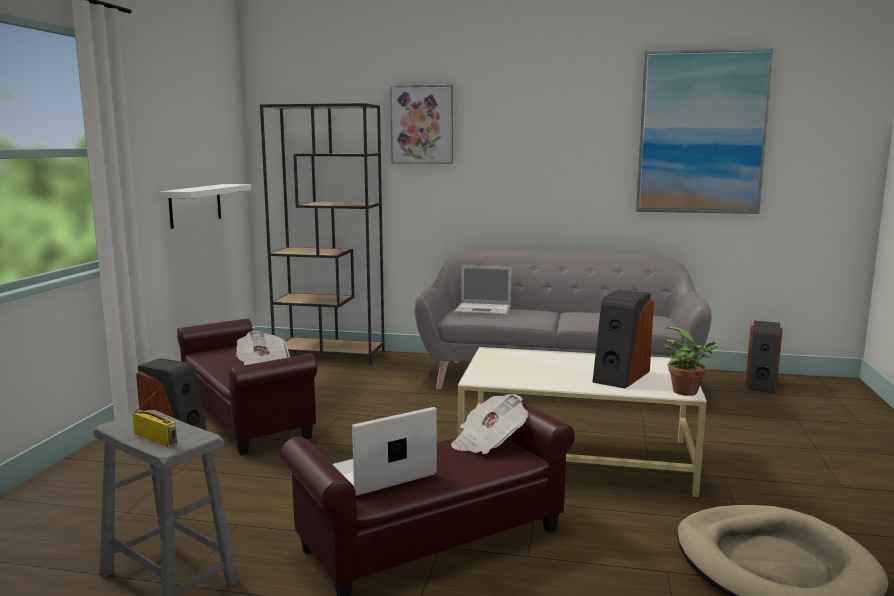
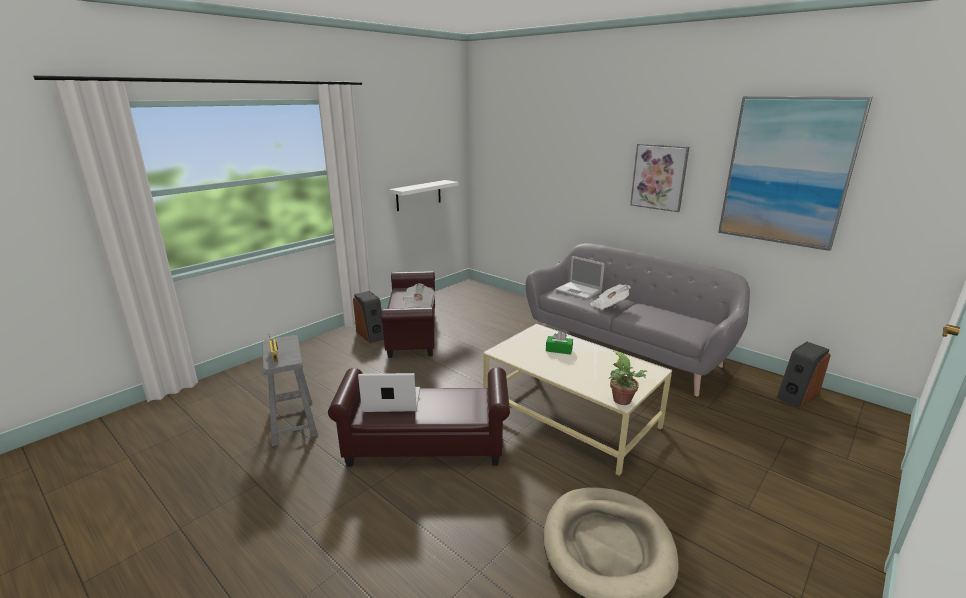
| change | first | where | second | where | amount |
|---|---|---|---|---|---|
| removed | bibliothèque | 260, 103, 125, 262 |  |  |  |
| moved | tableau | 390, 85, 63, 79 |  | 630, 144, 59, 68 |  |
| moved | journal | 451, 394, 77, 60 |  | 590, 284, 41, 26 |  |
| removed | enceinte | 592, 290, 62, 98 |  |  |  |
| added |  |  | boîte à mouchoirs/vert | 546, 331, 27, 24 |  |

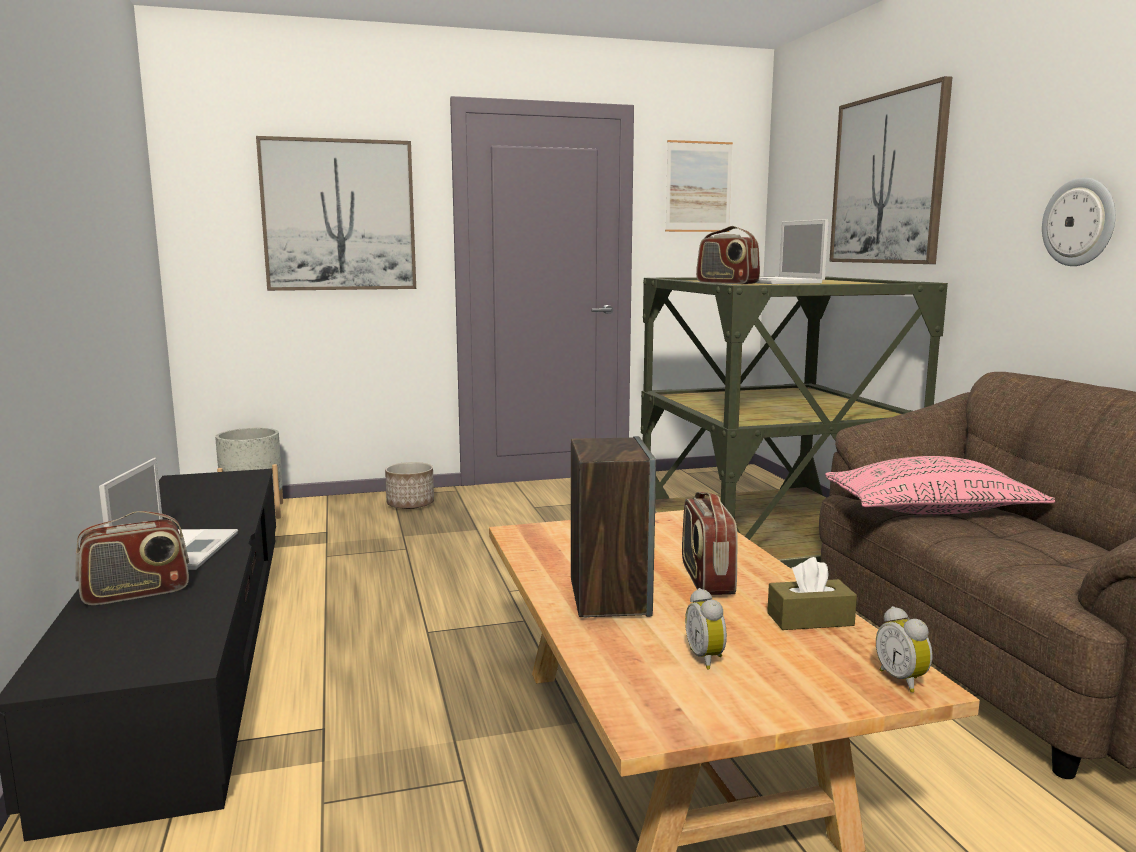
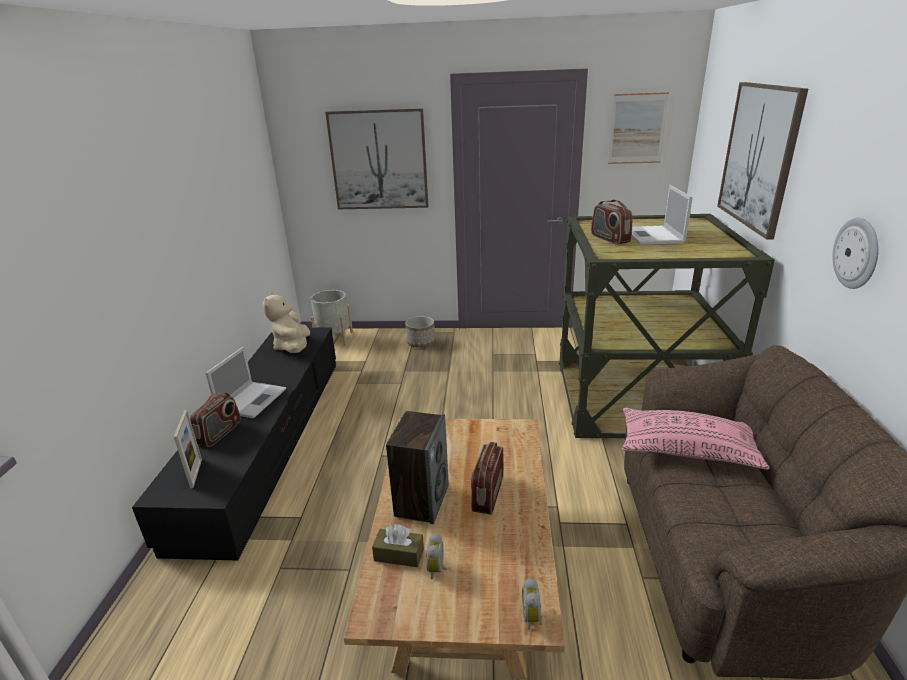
| change | first | where | second | where | amount |
|---|---|---|---|---|---|
| turned | radio | 76, 511, 113, 94 |  | 190, 392, 51, 55 | 60 degrees counterclockwise |
| moved | boîte à mouchoirs/marron | 767, 557, 90, 73 |  | 372, 525, 52, 42 |  |
| added |  |  | cadre photo | 174, 410, 28, 78 |  |
| added |  |  | peluche/beige | 263, 292, 47, 61 |  |

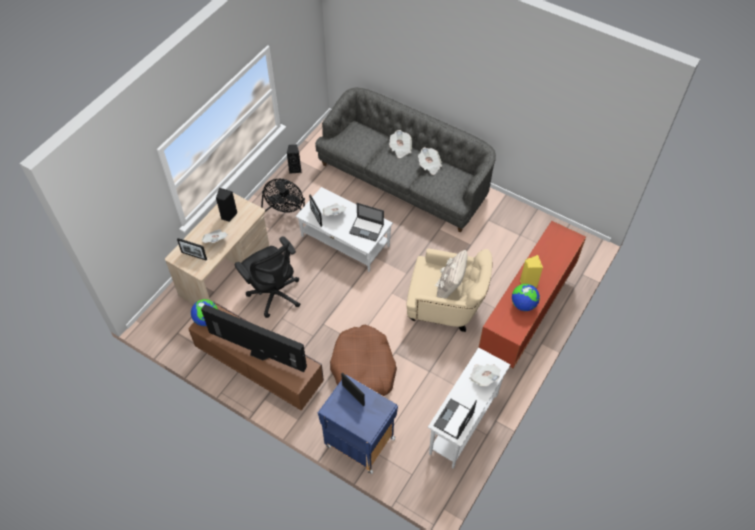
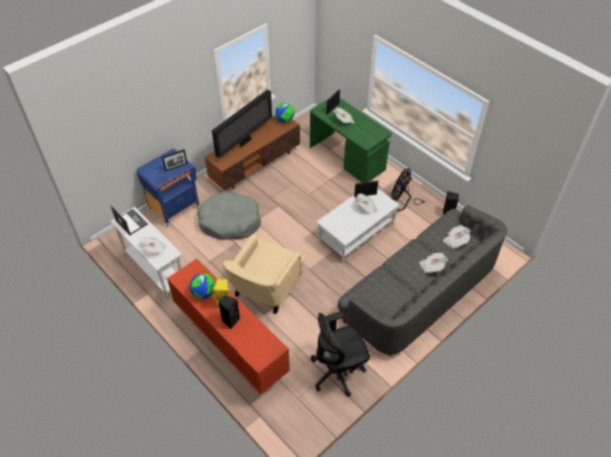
| change | first | where | second | where | amount |
|---|---|---|---|---|---|
| recoloured | bureau/beige | 165, 193, 104, 112 | bureau/vert | 310, 98, 82, 85 |  |
| moved | enceinte/noir | 216, 188, 21, 34 |  | 218, 295, 22, 34 |  |
| moved | chaise de bureau/noir | 235, 236, 65, 82 |  | 311, 312, 59, 85 |  |
| recoloured | panier pour chien/marron | 330, 325, 67, 71 | panier pour chien/gris | 197, 192, 64, 48 |  |
| removed | ordinateur portable | 349, 203, 35, 39 |  |  |  |
| moved | journal | 418, 147, 24, 28 |  | 443, 225, 27, 24 |  |
| removed | coussin/beige | 435, 250, 33, 49 |  |  |  |

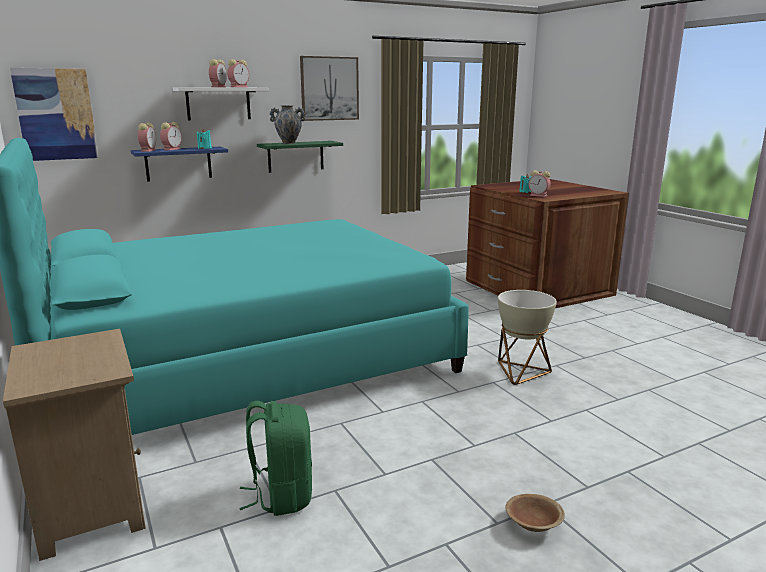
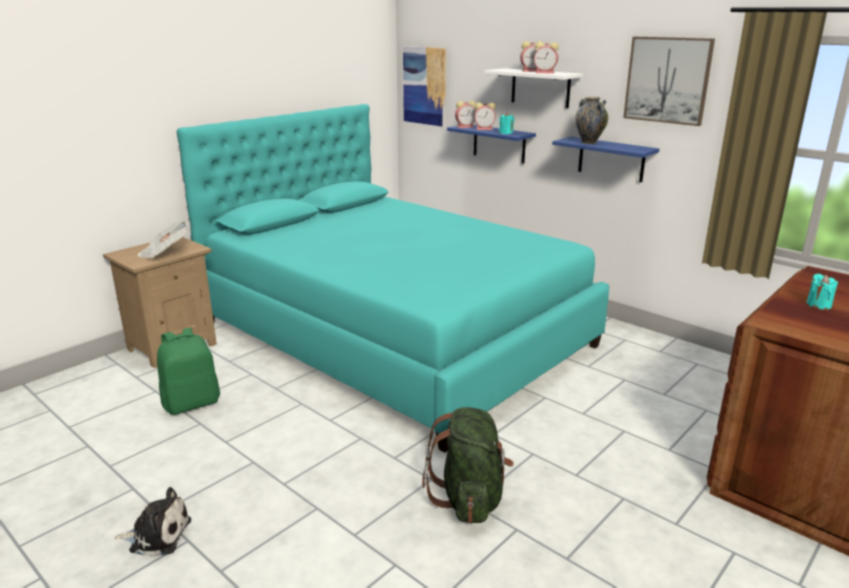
| change | first | where | second | where | amount |
|---|---|---|---|---|---|
| recoloured | étagère/vert | 257, 141, 86, 32 | étagère/bleu | 552, 137, 108, 45 |  |
| replaced | cache-pot | 498, 290, 59, 95 | sac à dos/vert | 422, 407, 92, 117 |  |
| replaced | bol/marron | 505, 494, 60, 38 | peluche | 114, 487, 77, 70 |  |
| removed | réveil | 529, 170, 22, 27 |  |  |  |
| added |  |  | journal | 137, 221, 51, 38 |  |

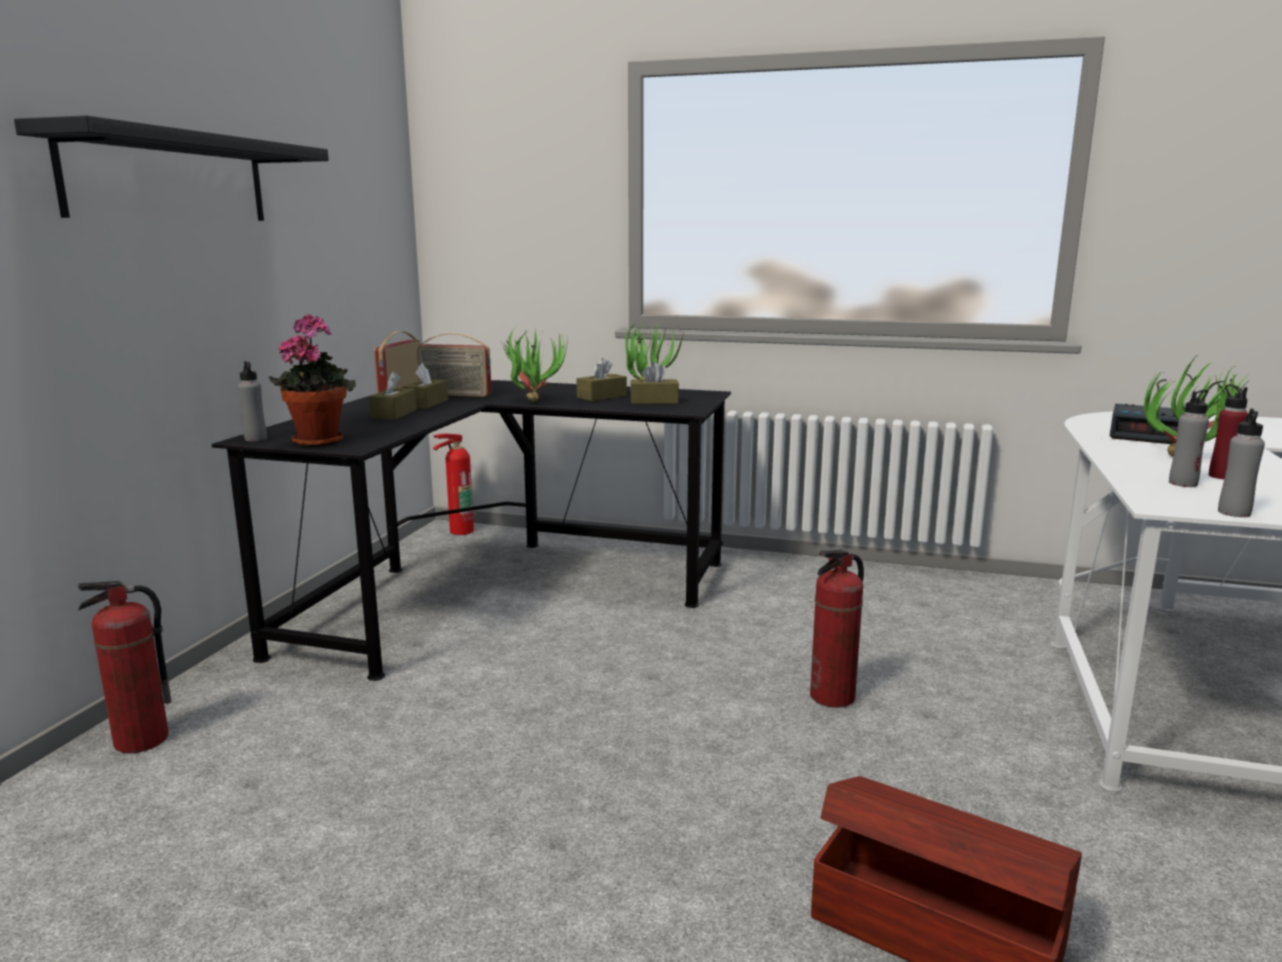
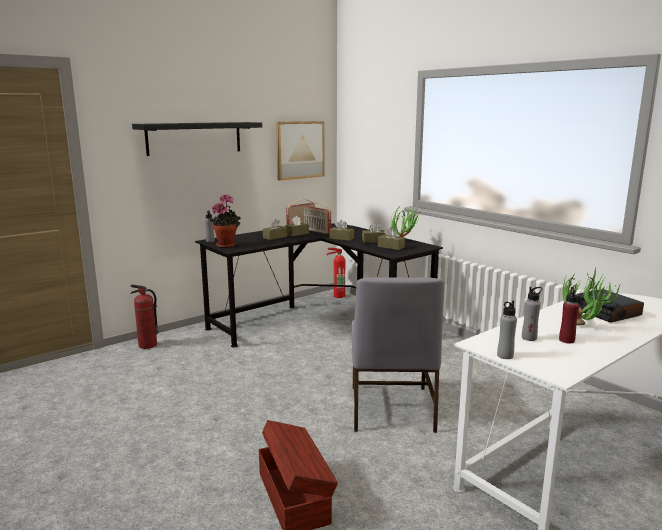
| change | first | where | second | where | amount |
|---|---|---|---|---|---|
| replaced | plante en pot | 501, 326, 67, 76 | boîte à mouchoirs/marron | 329, 220, 25, 21 |  |
| replaced | extincteur | 810, 550, 54, 158 | chaise/gris | 352, 277, 93, 156 |  |
| added |  |  | tableau | 276, 121, 49, 59 |  |

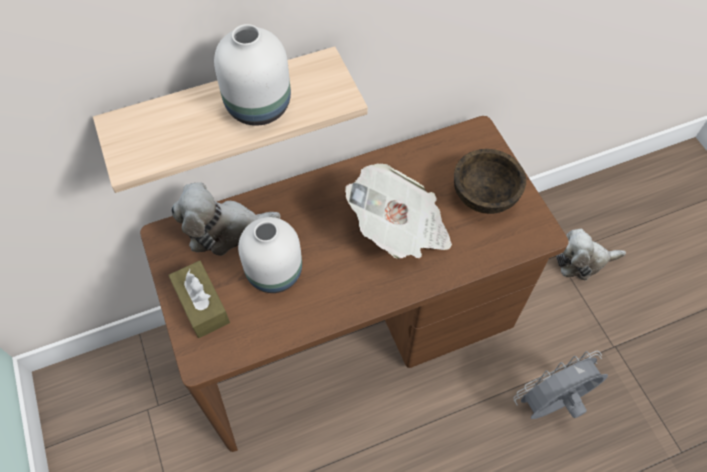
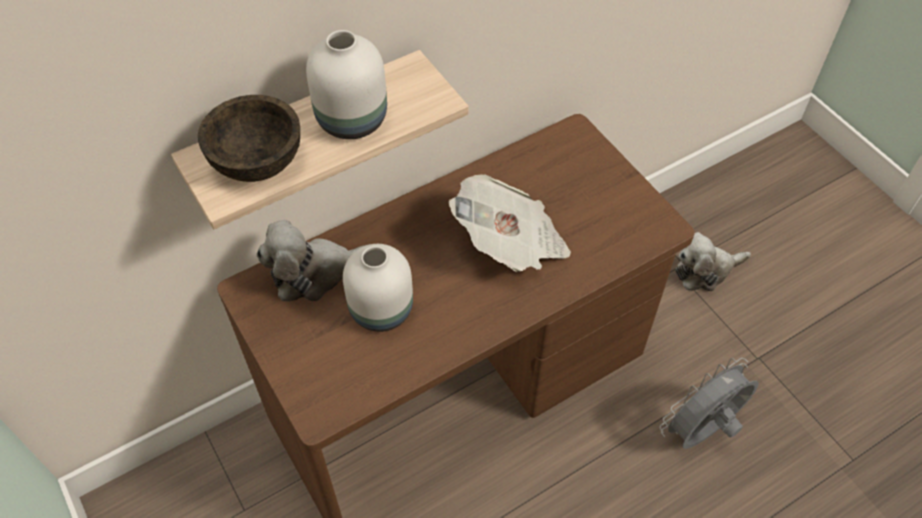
| change | first | where | second | where | amount |
|---|---|---|---|---|---|
| removed | boîte à mouchoirs/marron | 168, 261, 62, 77 |  |  |  |
| moved | bol/marron | 454, 149, 72, 65 |  | 198, 95, 102, 87 |  |

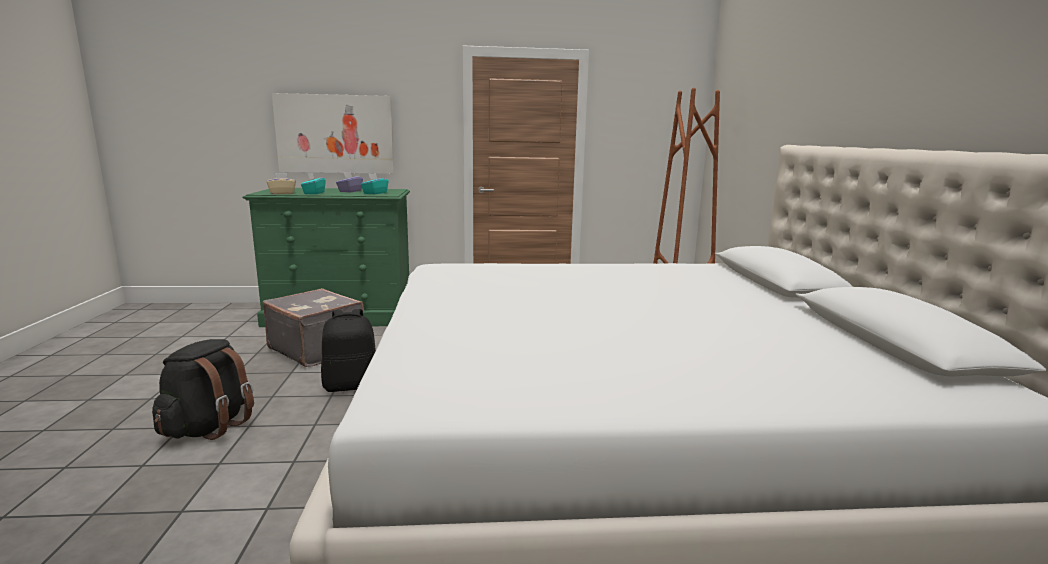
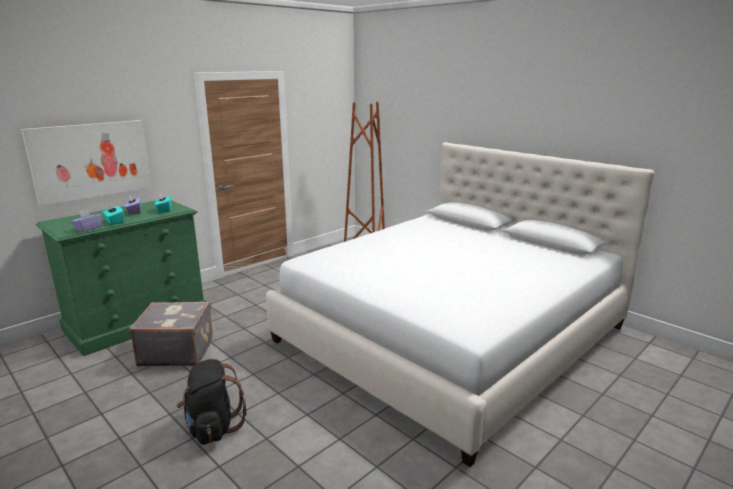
| change | first | where | second | where | amount |
|---|---|---|---|---|---|
| recoloured | boîte à mouchoirs/beige | 267, 173, 29, 22 | boîte à mouchoirs/violet | 71, 209, 31, 23 |  |
| removed | sac à dos/noir | 321, 309, 55, 83 |  |  |  |

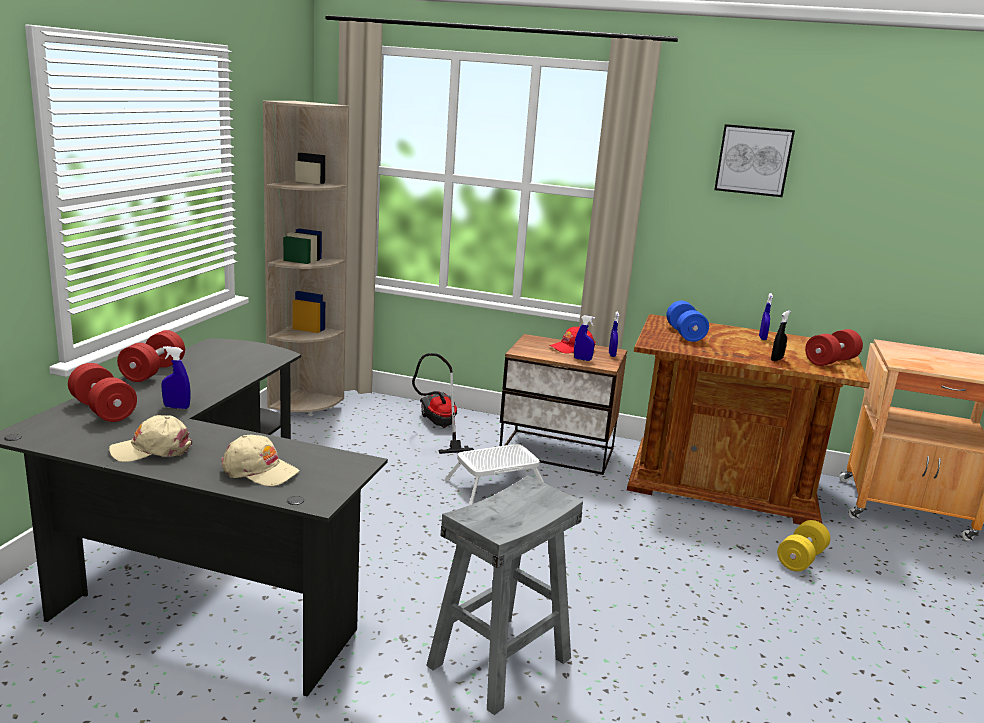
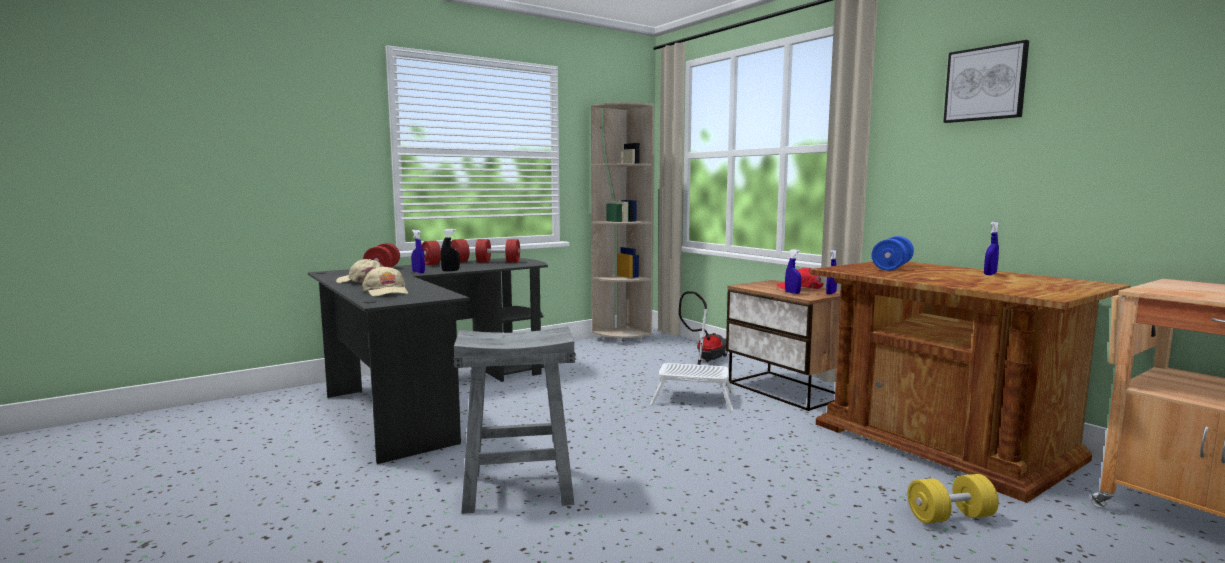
| change | first | where | second | where | amount |
|---|---|---|---|---|---|
| moved | vaporisateur/noir | 771, 311, 20, 50 |  | 440, 229, 20, 42 |  |
| moved | haltère/rouge | 805, 329, 58, 37 |  | 475, 239, 45, 24 |  |

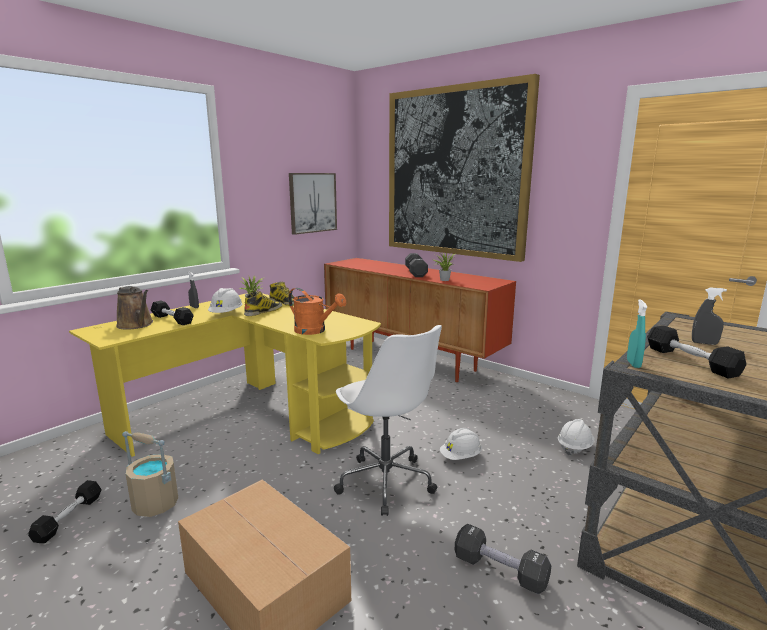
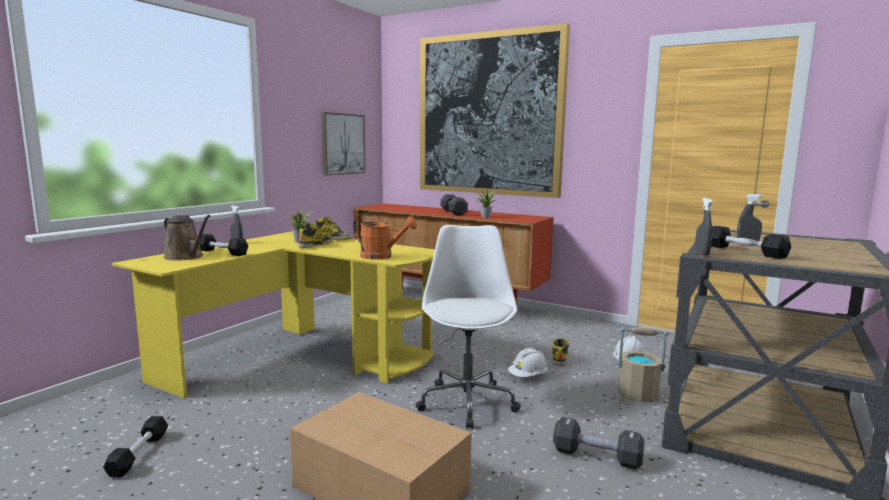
| change | first | where | second | where | amount |
|---|---|---|---|---|---|
| moved | seau/beige | 122, 431, 56, 86 |  | 617, 327, 52, 75 |  |
| removed | casque de chantier/blanc | 208, 288, 34, 25 |  |  |  |
| turned | chaise de bureau/blanc | 334, 325, 108, 191 |  | 415, 225, 106, 203 | 135 degrees counterclockwise |
| recoloured | vaporisateur/turquoise | 627, 300, 21, 68 | vaporisateur/gris | 695, 198, 18, 58 |  |
| added |  |  | botte | 552, 338, 17, 28 |  |

